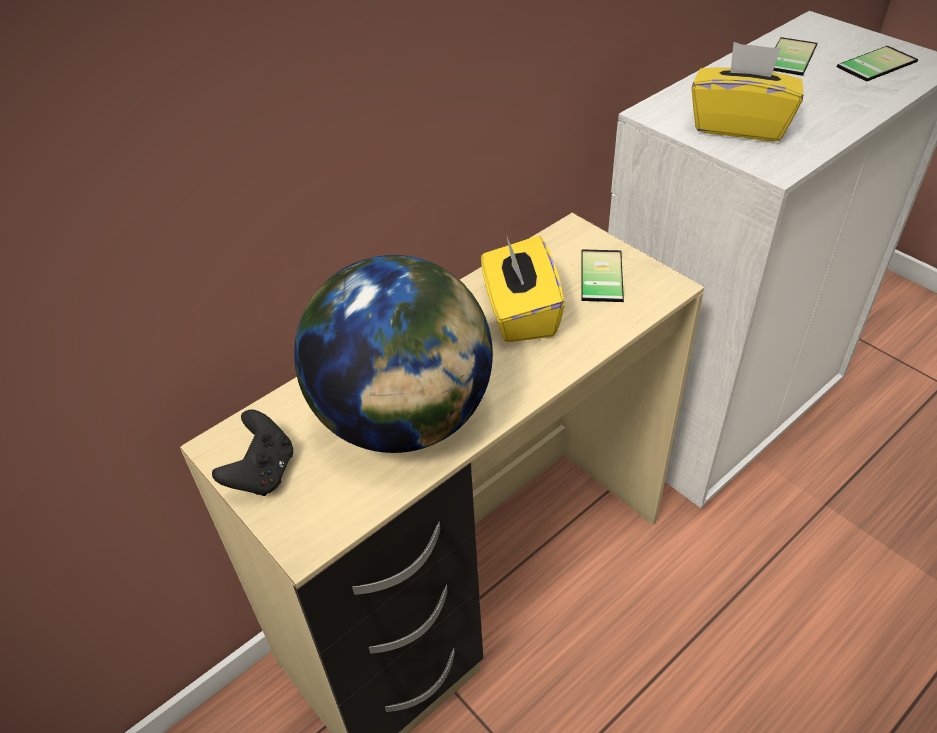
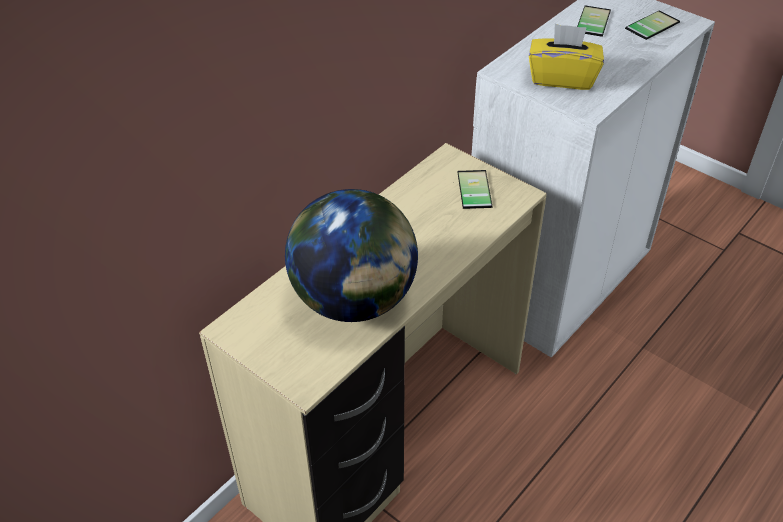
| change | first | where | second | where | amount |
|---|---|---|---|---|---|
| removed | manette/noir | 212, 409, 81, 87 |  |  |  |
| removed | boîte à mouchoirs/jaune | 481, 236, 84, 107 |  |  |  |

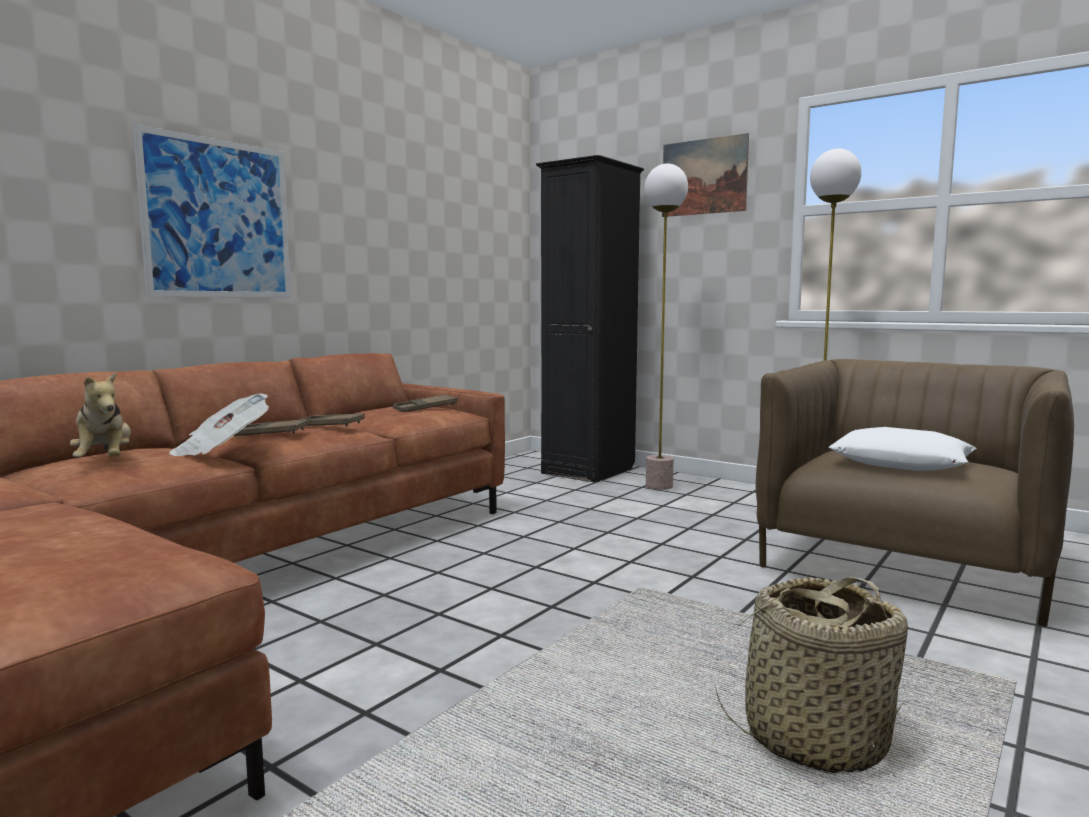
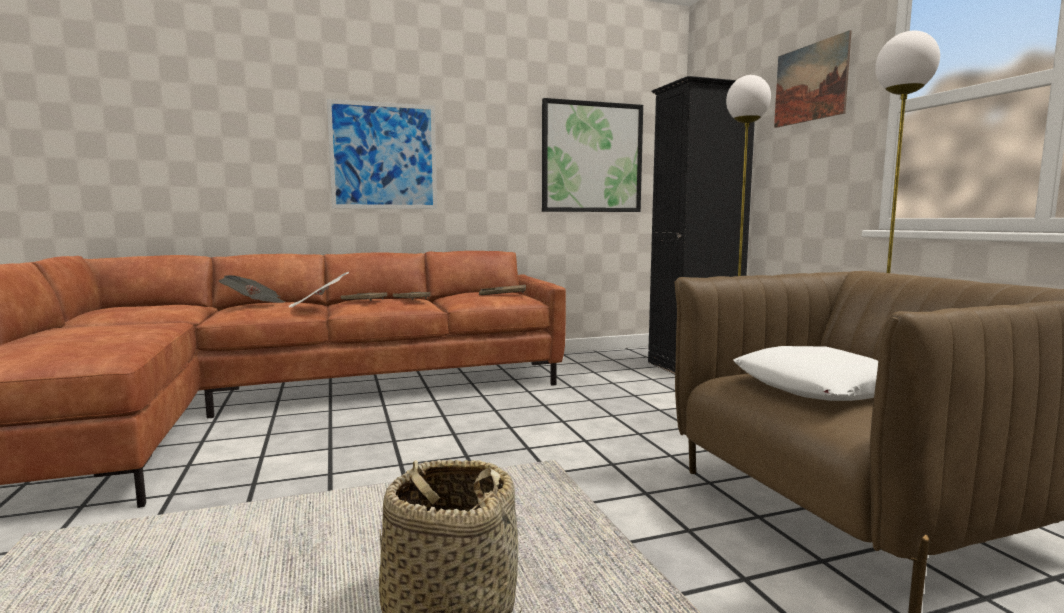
| change | first | where | second | where | amount |
|---|---|---|---|---|---|
| replaced | peluche | 70, 372, 61, 85 | journal | 219, 275, 66, 28 |  |
| added |  |  | tableau | 542, 98, 101, 114 |  |

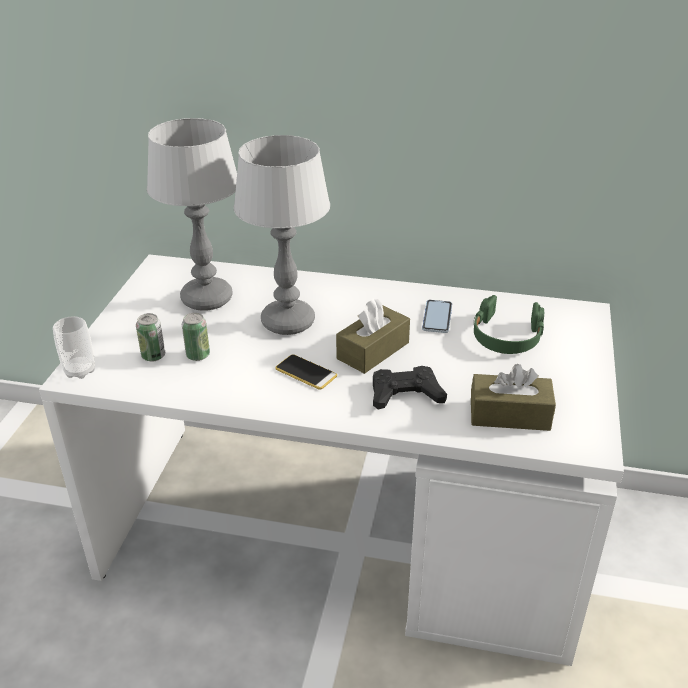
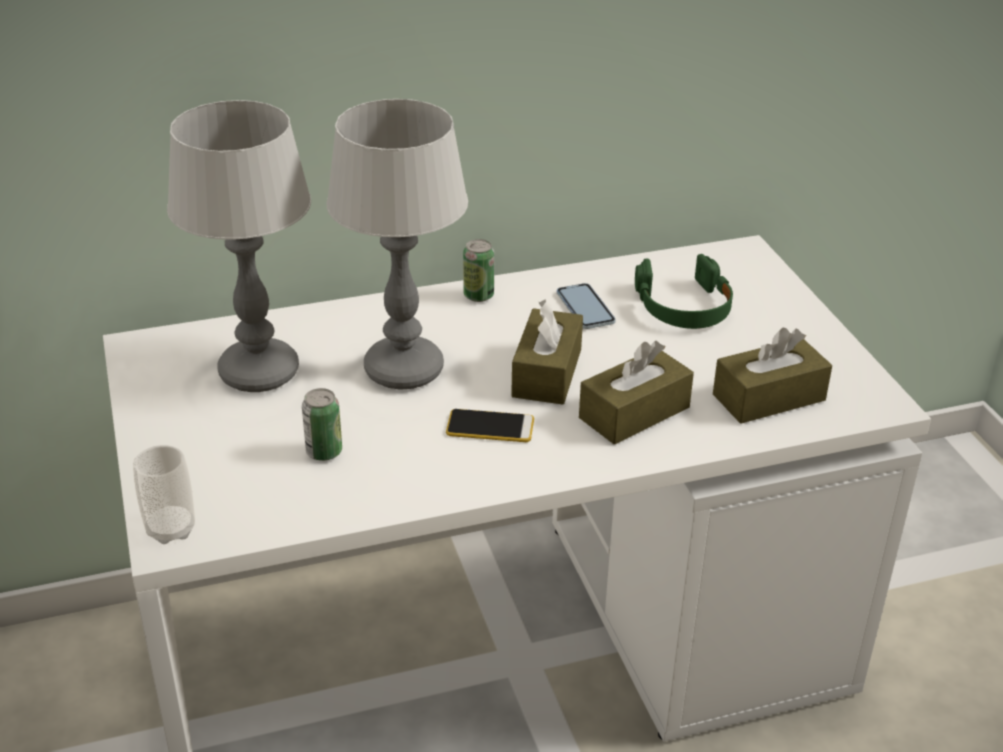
| change | first | where | second | where | amount |
|---|---|---|---|---|---|
| moved | boîte métallique | 136, 313, 29, 49 |  | 463, 239, 31, 63 |  |
| replaced | manette/noir | 373, 366, 74, 43 | boîte à mouchoirs/marron | 579, 341, 115, 104 |  |

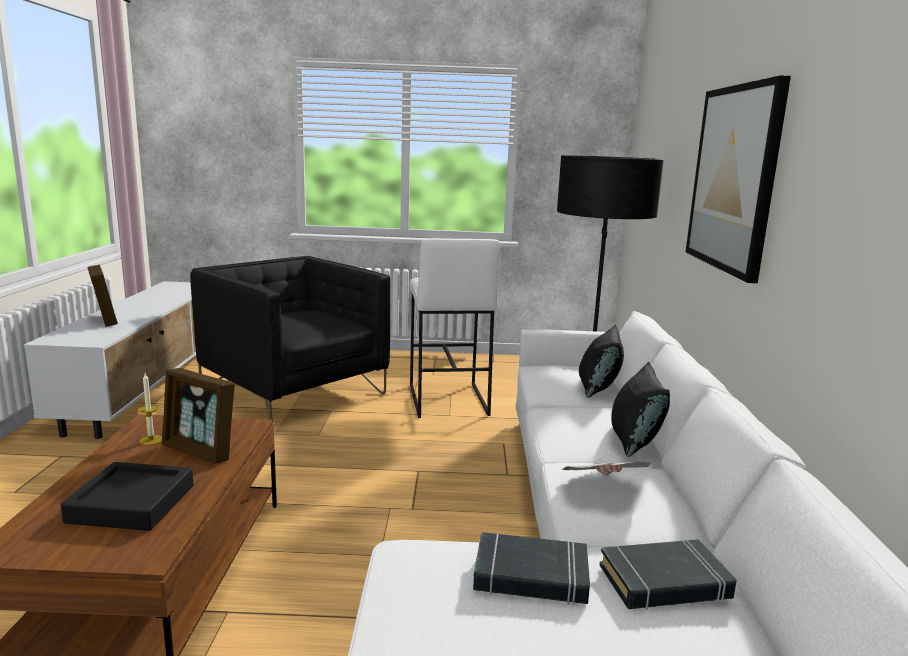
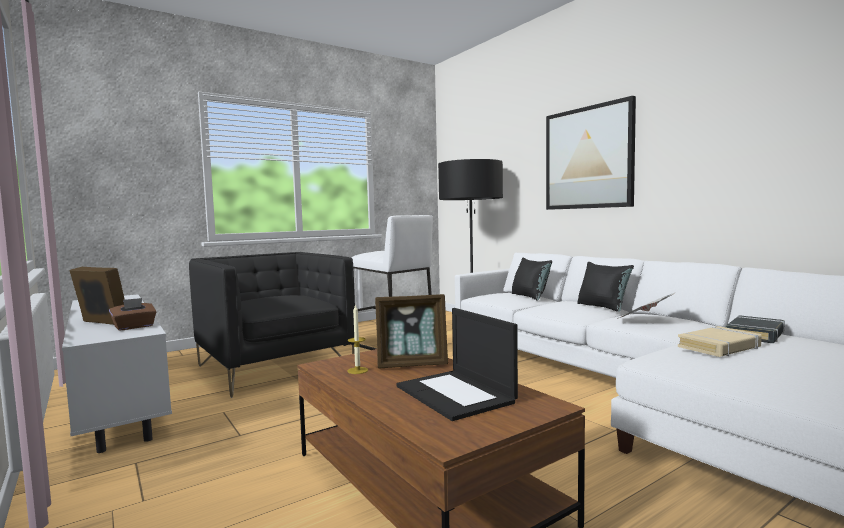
| change | first | where | second | where | amount |
|---|---|---|---|---|---|
| replaced | plateau/noir | 61, 462, 133, 69 | ordinateur portable | 396, 308, 122, 113 |  |
| turned | fauteuil/noir | 190, 256, 200, 169 |  | 189, 252, 166, 146 | 45 degrees clockwise |
| recoloured | livre/noir | 473, 532, 117, 73 | livre/beige | 678, 326, 84, 31 |  |
| added |  |  | boîte à mouchoirs/marron | 109, 298, 47, 33 |  |

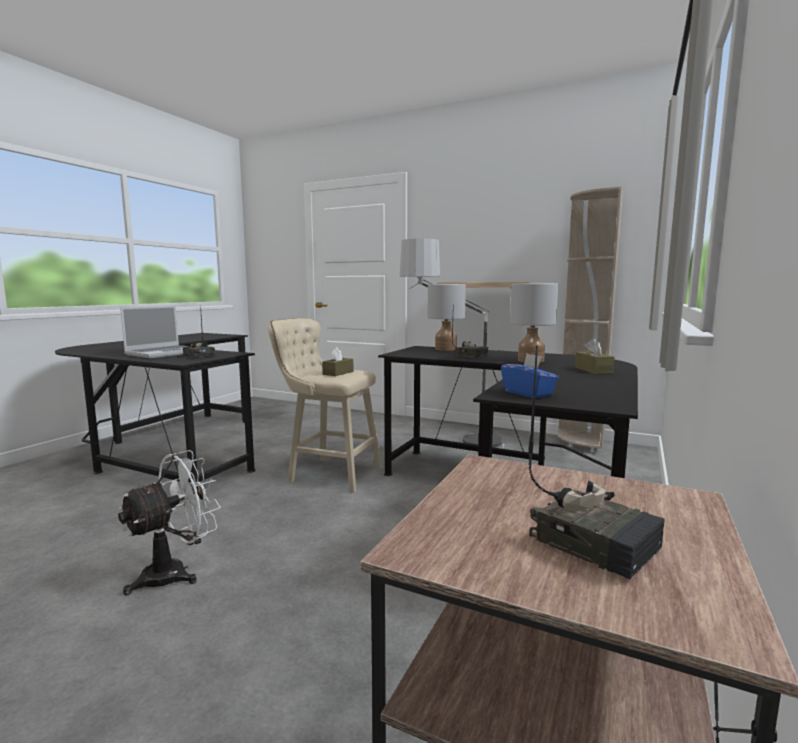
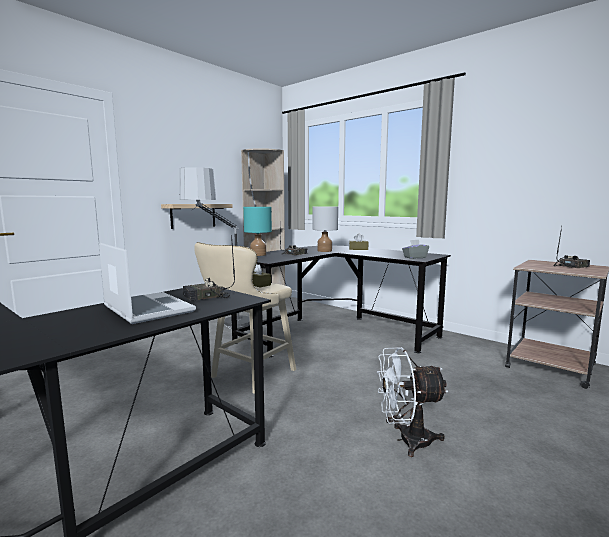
| change | first | where | second | where | amount |
|---|---|---|---|---|---|
| turned | ventilateur/blanc | 117, 450, 104, 146 |  | 377, 347, 71, 110 | 60 degrees counterclockwise |
| recoloured | lampe de table/gris | 428, 284, 38, 67 | lampe de table/turquoise | 243, 207, 29, 49 |  |
| recoloured | boîte à mouchoirs/bleu | 501, 354, 58, 44 | boîte à mouchoirs/gris | 402, 240, 27, 19 |  |

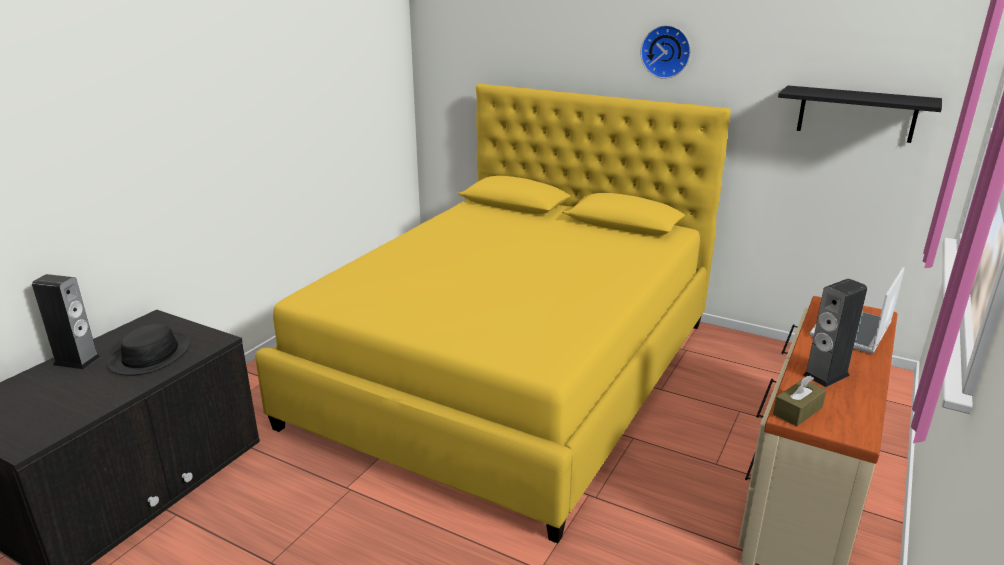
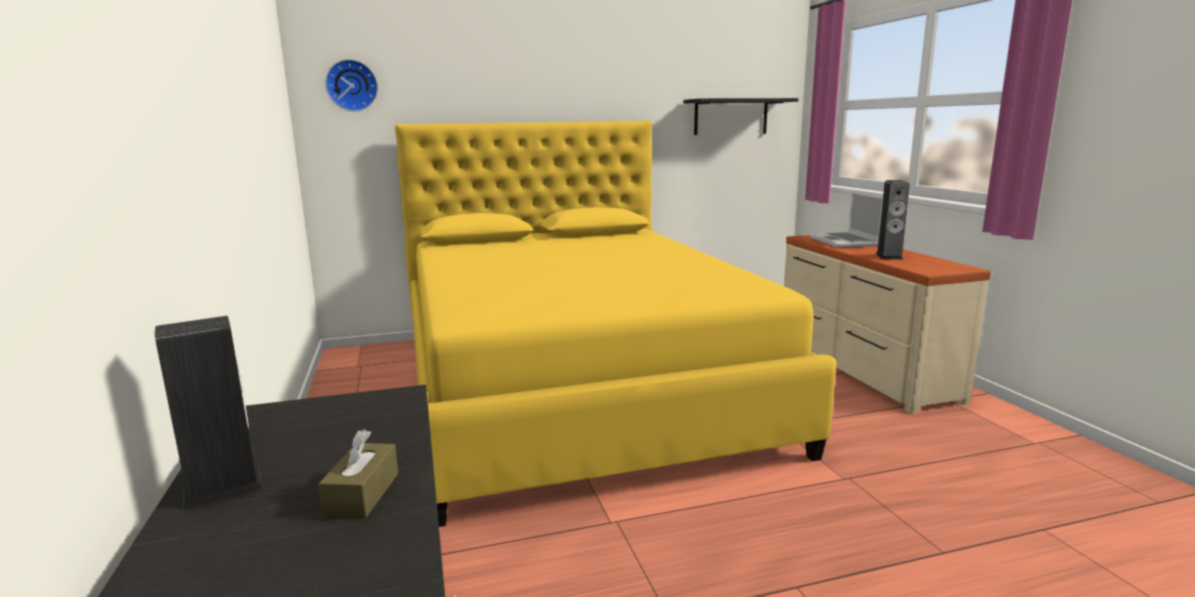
| change | first | where | second | where | amount |
|---|---|---|---|---|---|
| removed | chapeau/noir | 107, 324, 84, 51 |  |  |  |
| moved | horloge murale | 641, 25, 50, 54 |  | 325, 59, 53, 52 |  |
| moved | boîte à mouchoirs/marron | 773, 375, 53, 51 |  | 318, 429, 80, 89 |  |

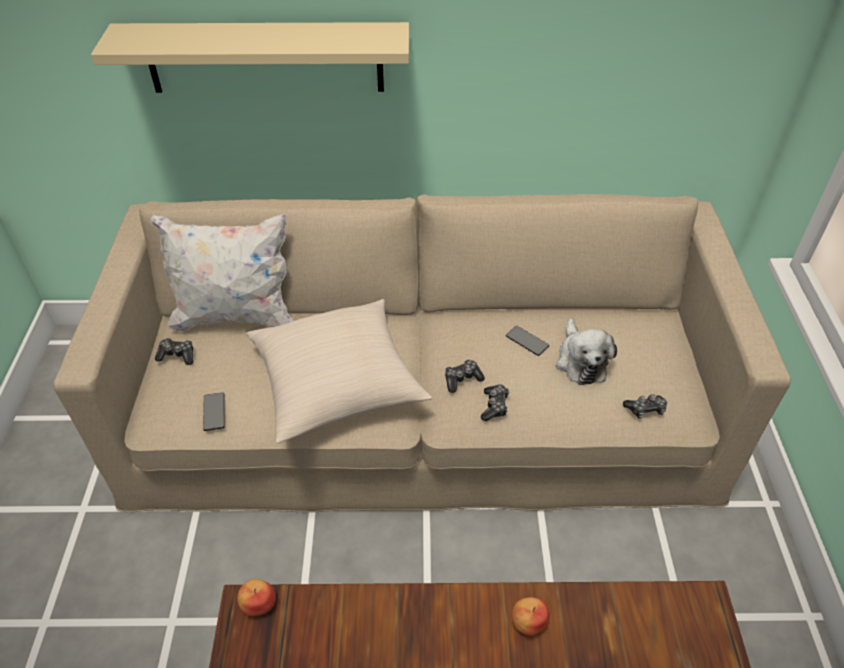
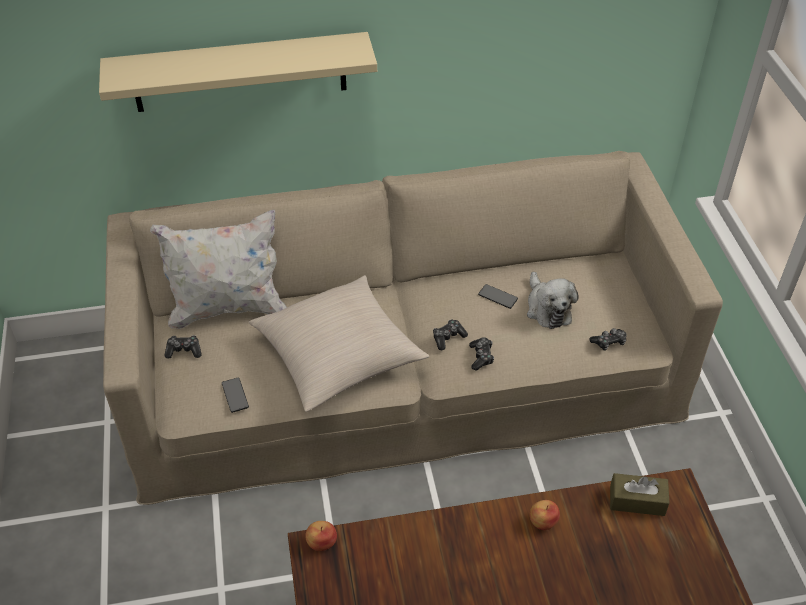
| change | first | where | second | where | amount |
|---|---|---|---|---|---|
| added |  |  | boîte à mouchoirs/marron | 610, 473, 59, 43 |  |

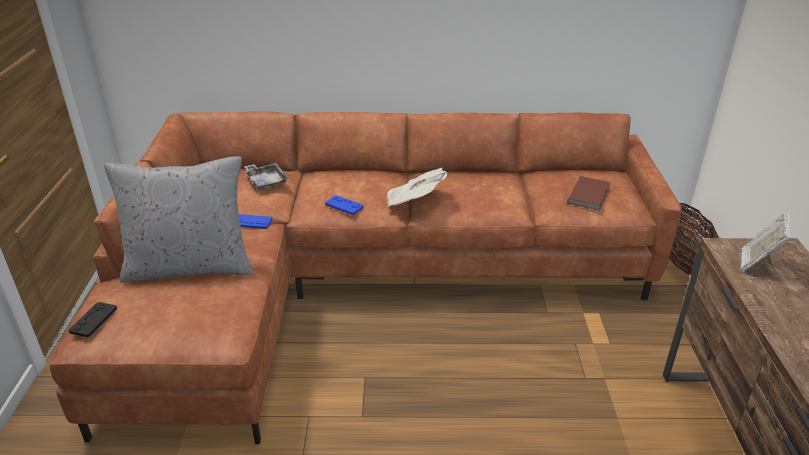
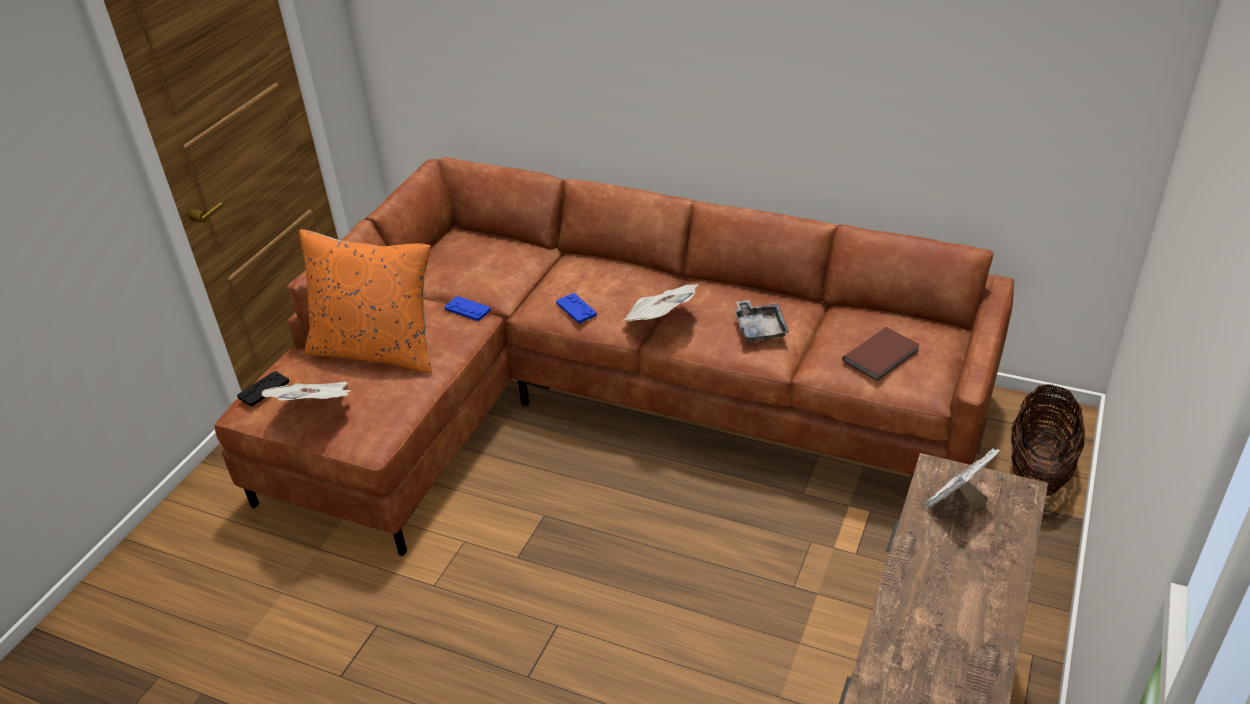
| change | first | where | second | where | amount |
|---|---|---|---|---|---|
| recoloured | coussin/gris | 104, 156, 149, 127 | coussin/orange | 299, 230, 133, 143 |  |
| moved | plateau/gris | 244, 163, 45, 28 |  | 734, 300, 55, 42 |  |
| added |  |  | journal | 262, 381, 89, 20 |  |

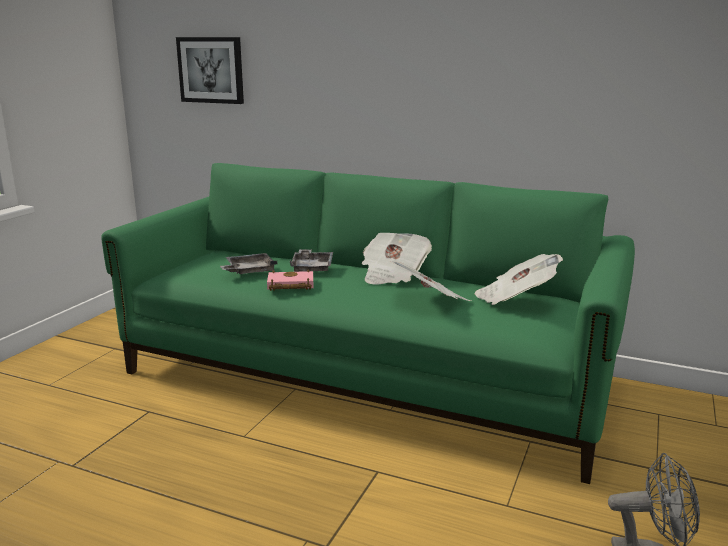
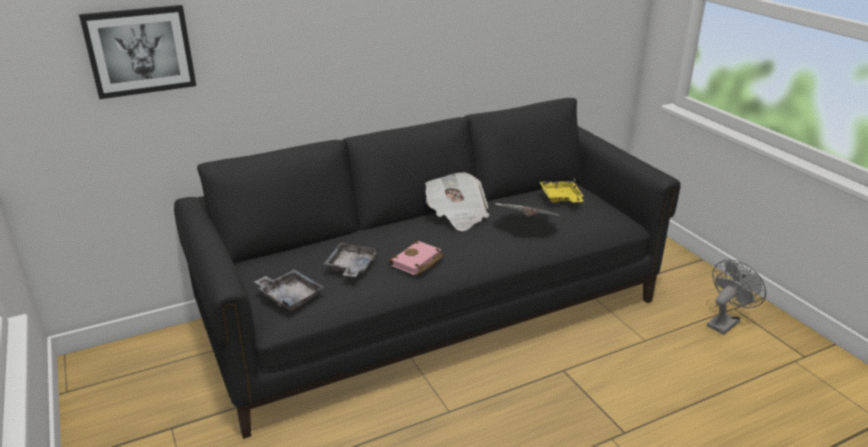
| change | first | where | second | where | amount |
|---|---|---|---|---|---|
| recoloured | canapé/vert | 101, 163, 534, 321 | canapé/noir | 174, 98, 507, 341 |  |
| moved | plateau/gris | 290, 249, 43, 23 |  | 254, 269, 70, 42 |  |
| replaced | journal | 475, 254, 88, 51 | plateau/jaune | 540, 178, 44, 25 |  |

